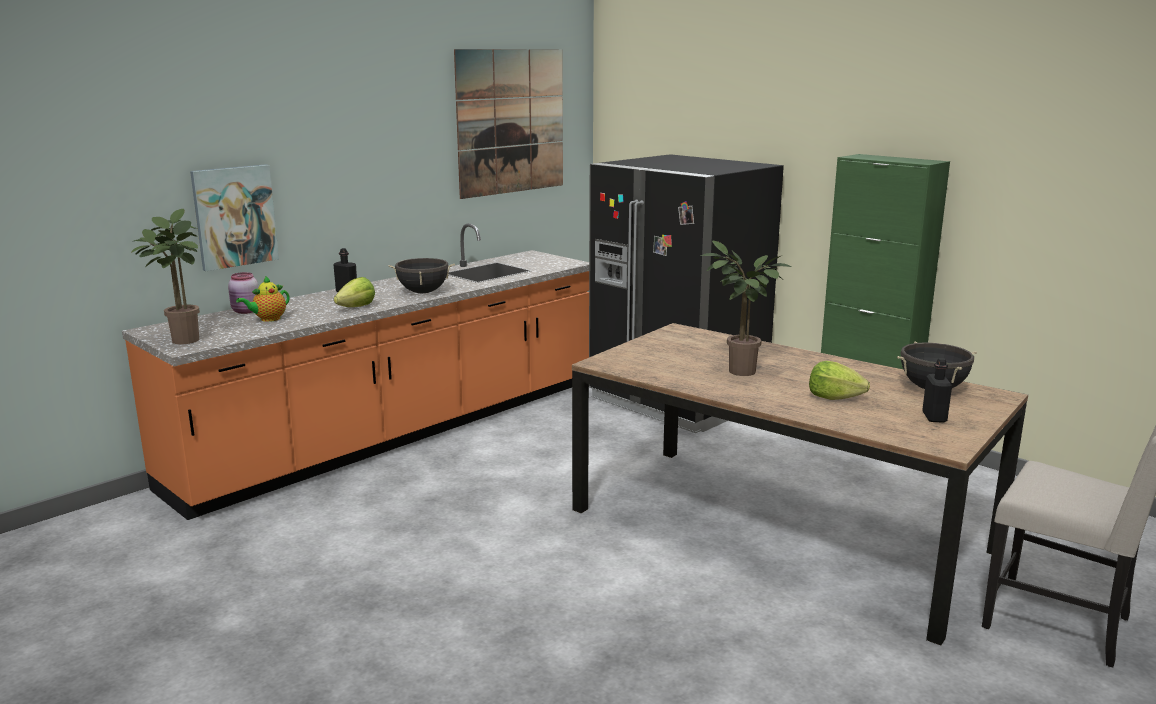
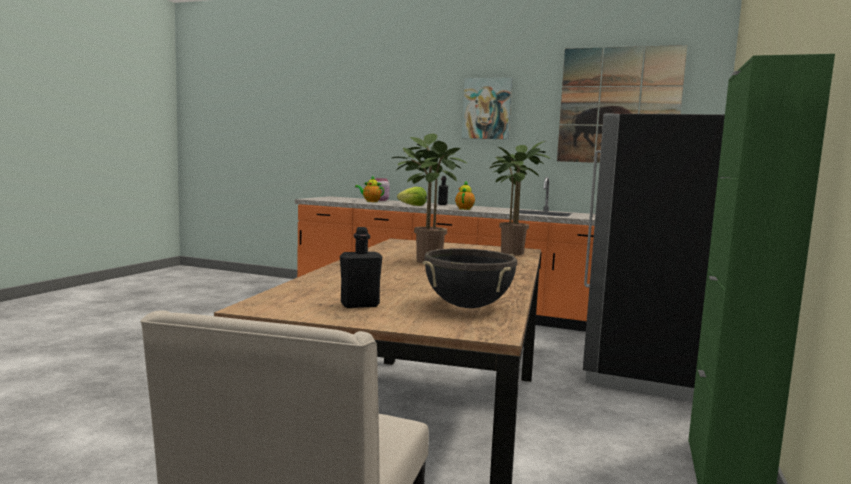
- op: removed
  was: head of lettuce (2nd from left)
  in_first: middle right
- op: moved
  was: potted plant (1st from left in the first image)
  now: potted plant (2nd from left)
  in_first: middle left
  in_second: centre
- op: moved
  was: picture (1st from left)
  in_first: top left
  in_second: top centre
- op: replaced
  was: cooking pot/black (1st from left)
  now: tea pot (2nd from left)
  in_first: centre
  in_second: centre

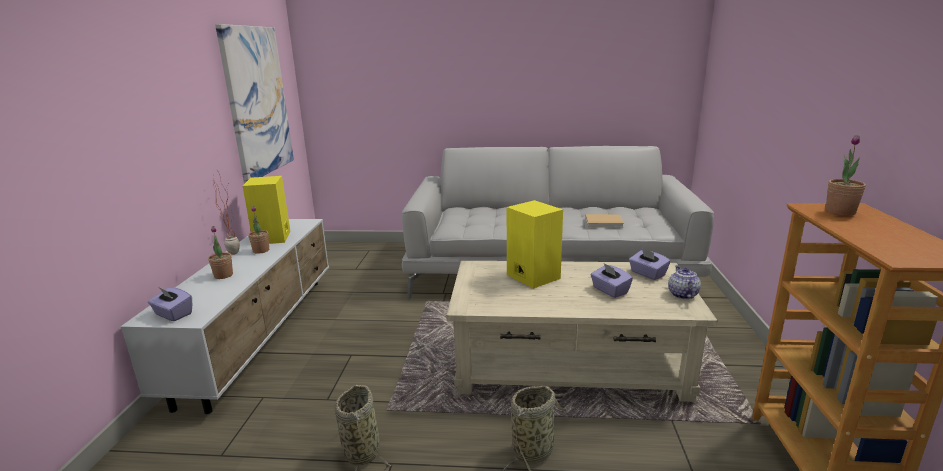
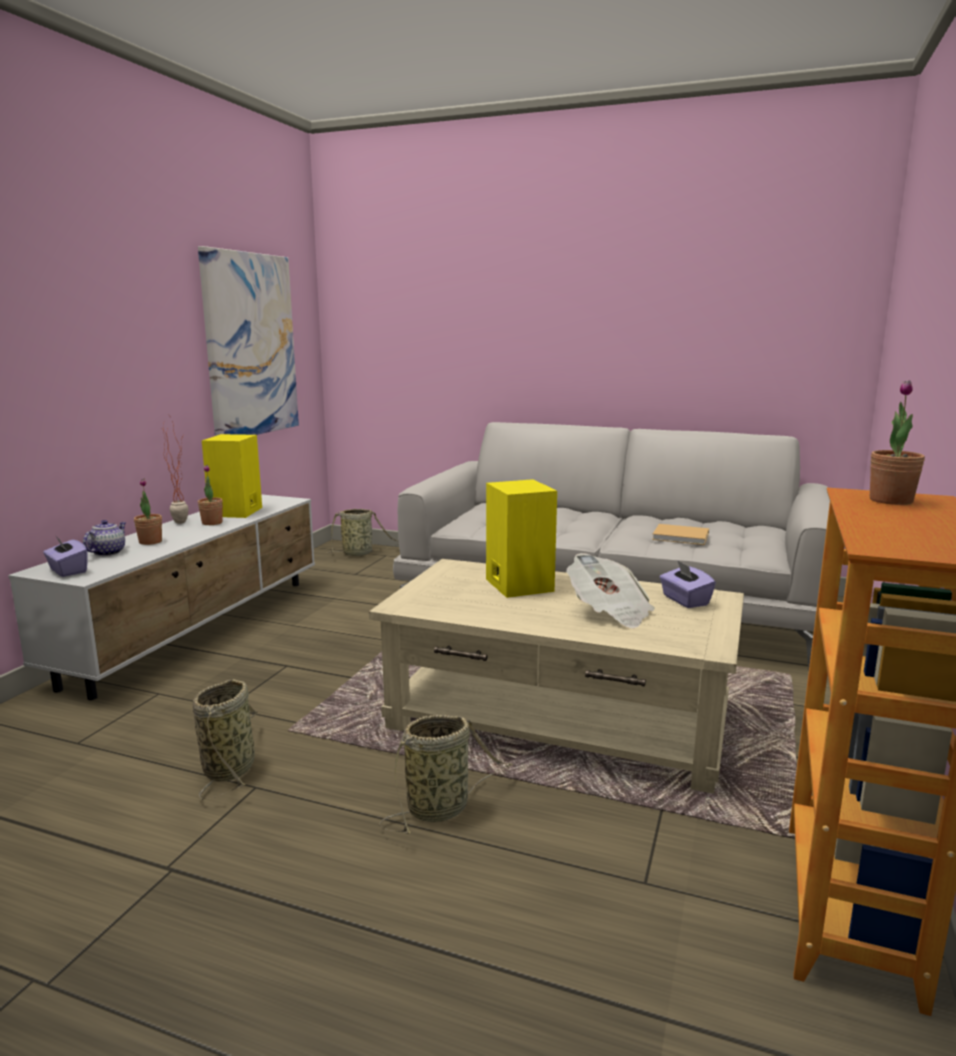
- op: added
  now: household basket (2nd from left)
  in_second: centre
- op: moved
  was: tea pot
  in_first: middle right
  in_second: middle left
- op: replaced
  was: tissue holder/purple (2nd from left)
  now: newspaper
  in_first: centre
  in_second: centre

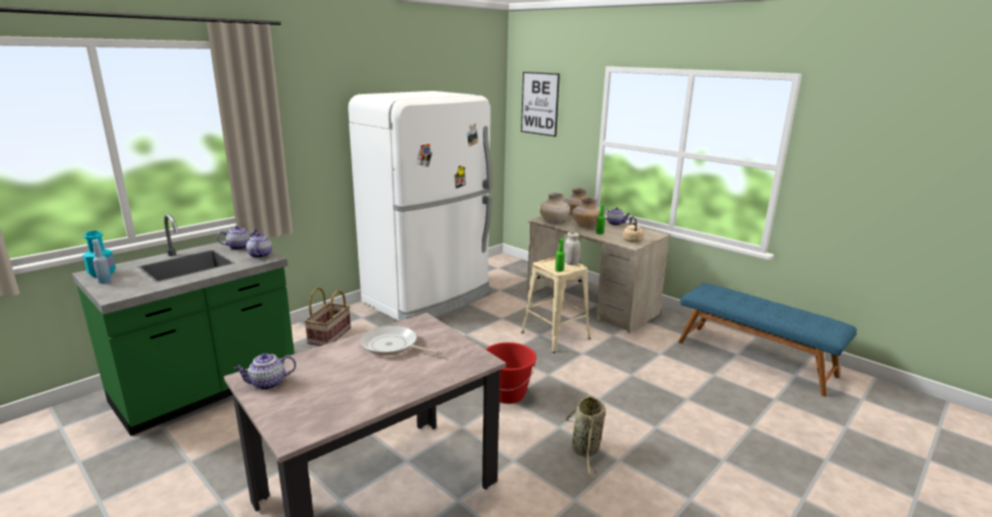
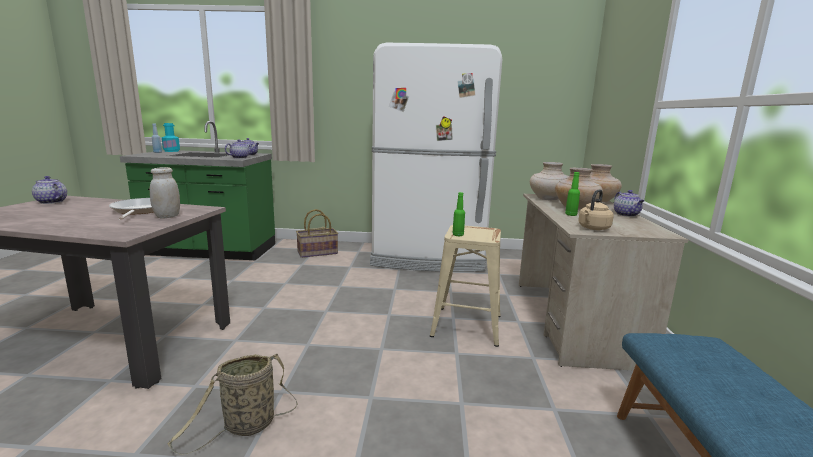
- op: removed
  was: bucket/reddish
  in_first: bottom centre
- op: removed
  was: picture
  in_first: top centre
- op: moved
  was: preserve jar/white
  in_first: centre
  in_second: middle left

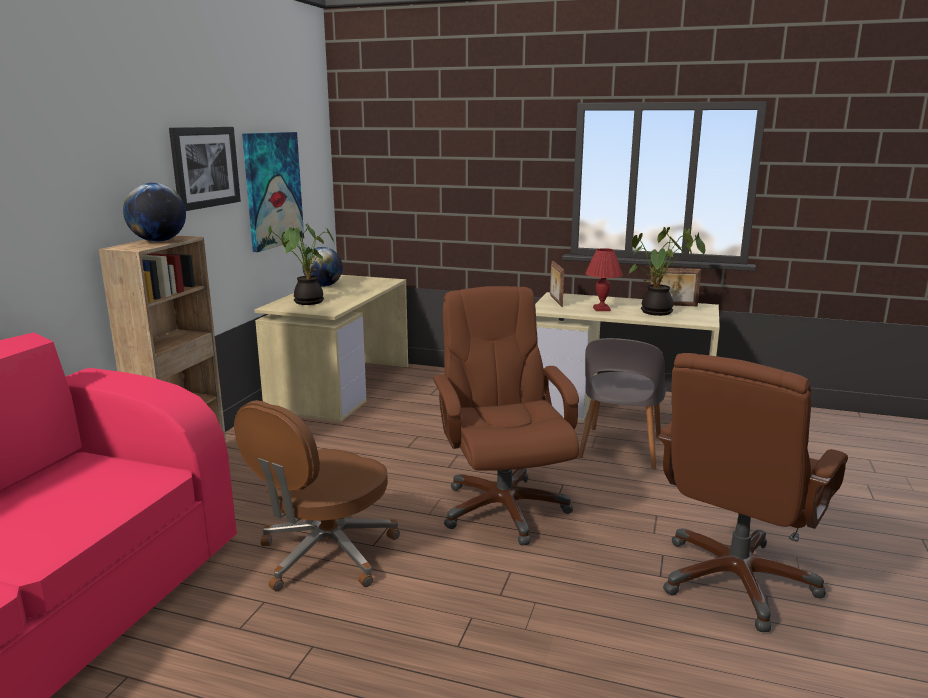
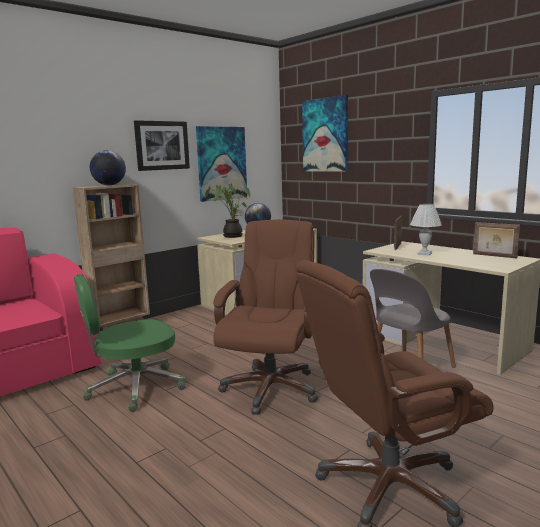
- op: removed
  was: potted plant (2nd from left)
  in_first: middle right
- op: added
  now: picture (3rd from left)
  in_second: top centre
- op: recoloured
  was: desk chair/brown (1st from left)
  now: desk chair/green-coloured
  in_first: bottom centre
  in_second: middle left
- op: recoloured
  was: lamp for a table/reddish
  now: lamp for a table/white
  in_first: centre
  in_second: middle right

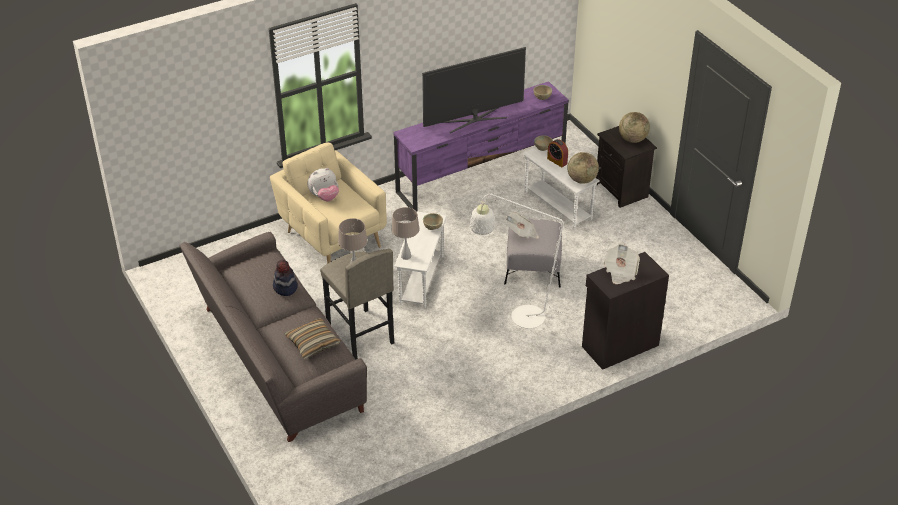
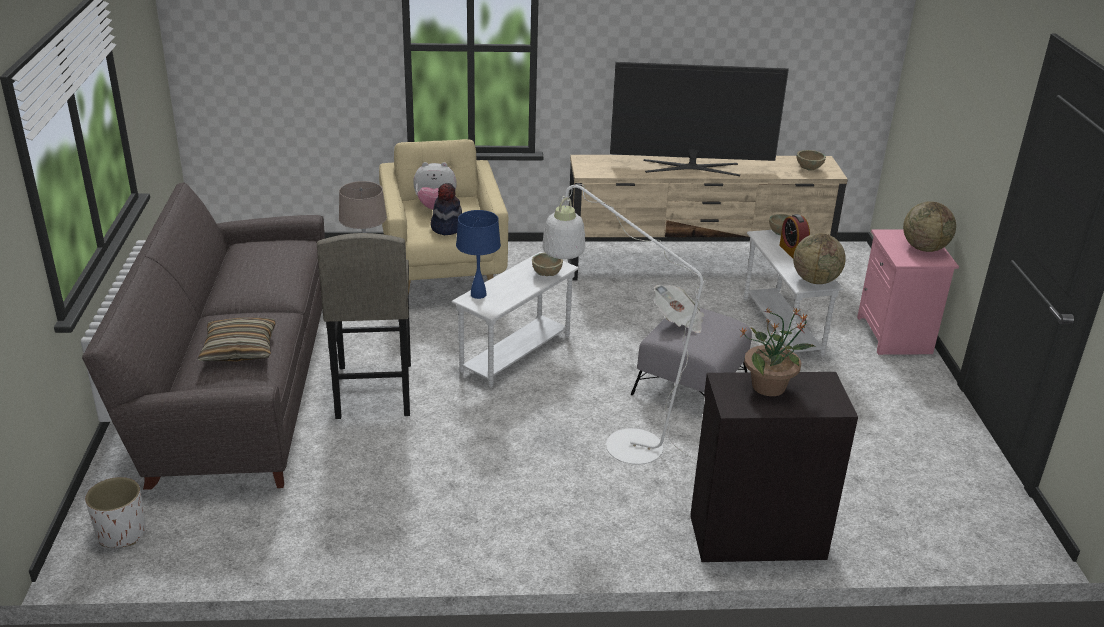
- op: added
  now: flower pot/white
  in_second: bottom left
- op: moved
  was: wearable hat
  in_first: middle left
  in_second: centre
- op: replaced
  was: newspaper (2nd from left)
  now: potted plant
  in_first: middle right
  in_second: middle right
- op: recoloured
  was: lamp for a table/sand-coloured (2nd from left)
  now: lamp for a table/blue-coloured
  in_first: centre
  in_second: centre
- op: recoloured
  was: tv unit/purple
  now: tv unit/sand-coloured
  in_first: top centre
  in_second: centre
- op: recoloured
  was: nightstand/black
  now: nightstand/pink-coloured
  in_first: top right
  in_second: middle right

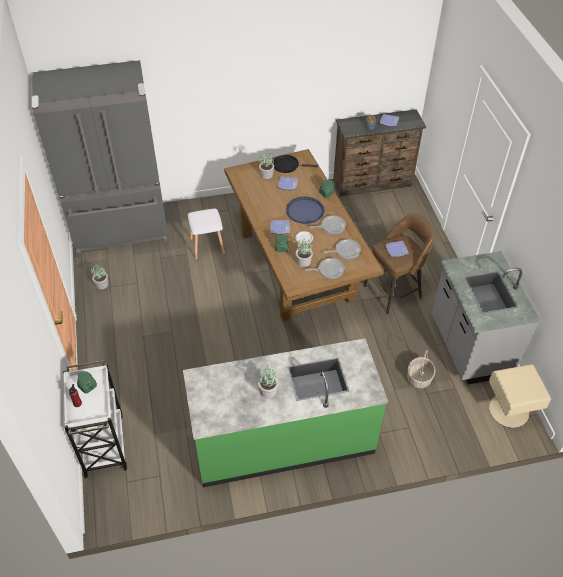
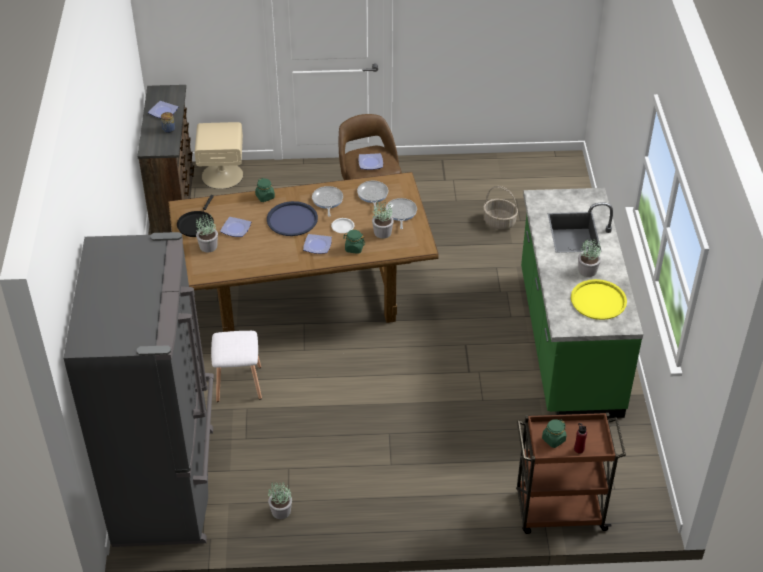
- op: removed
  was: kitchen counter/grey
  in_first: middle right
- op: added
  now: carrying tray/yellowish
  in_second: middle right
- op: moved
  was: nightstand/sand-coloured
  in_first: bottom right
  in_second: top left
- op: recoloured
  was: cart/white
  now: cart/brown
  in_first: bottom left
  in_second: bottom right

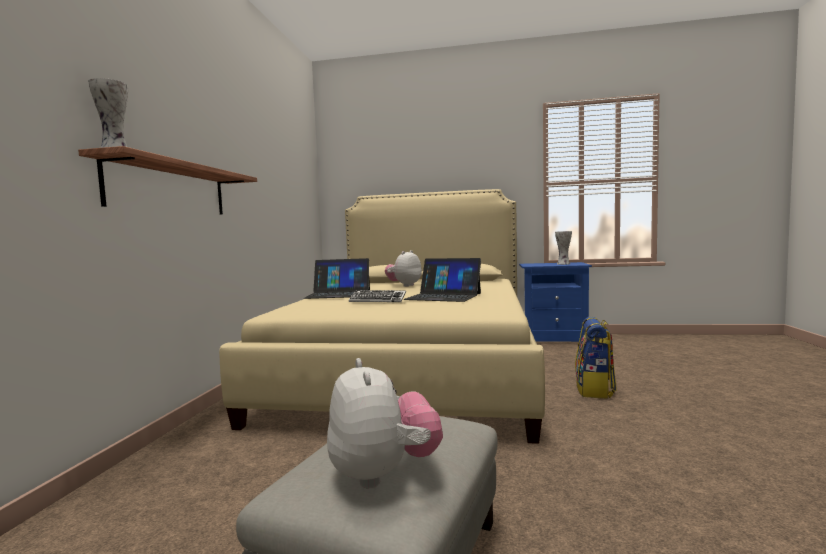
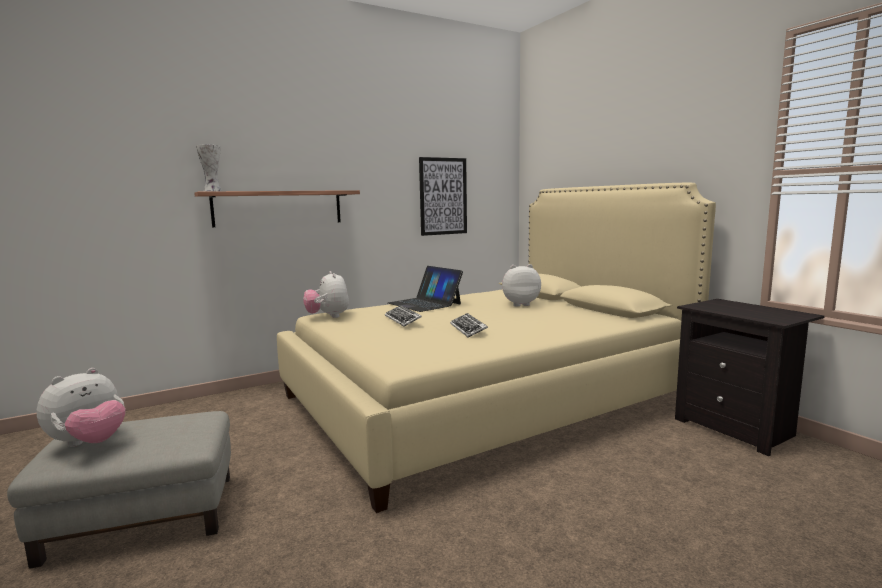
- op: removed
  was: decorative vase (2nd from left)
  in_first: middle right
- op: removed
  was: knapsack
  in_first: middle right
- op: added
  now: soft toy (2nd from left)
  in_second: centre
- op: added
  now: picture
  in_second: centre
- op: replaced
  was: notebook computer (2nd from left)
  now: computer keyboard (2nd from left)
  in_first: centre
  in_second: centre
- op: recoloured
  was: nightstand/blue-coloured
  now: nightstand/black
  in_first: middle right
  in_second: middle right

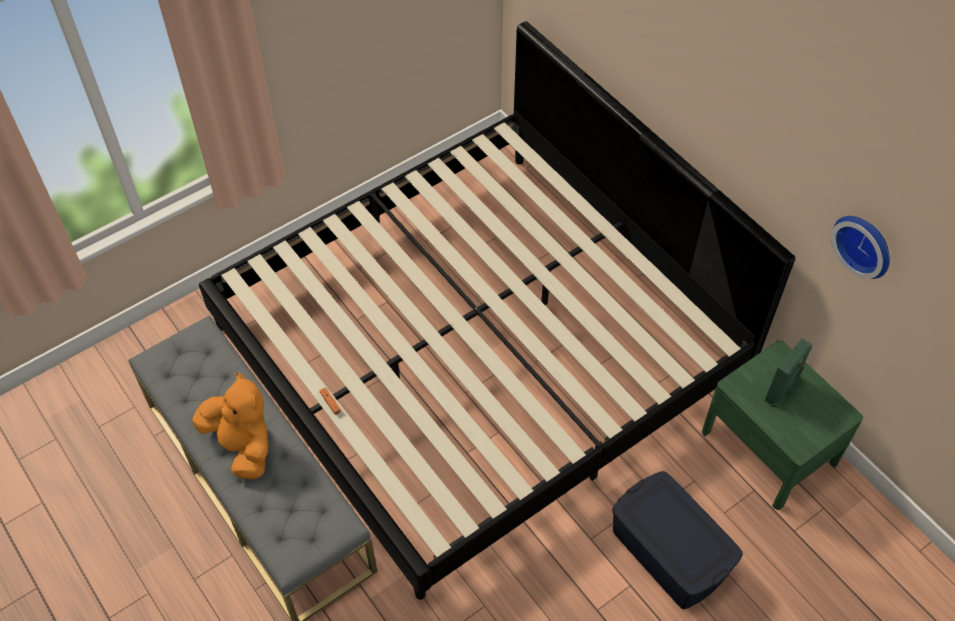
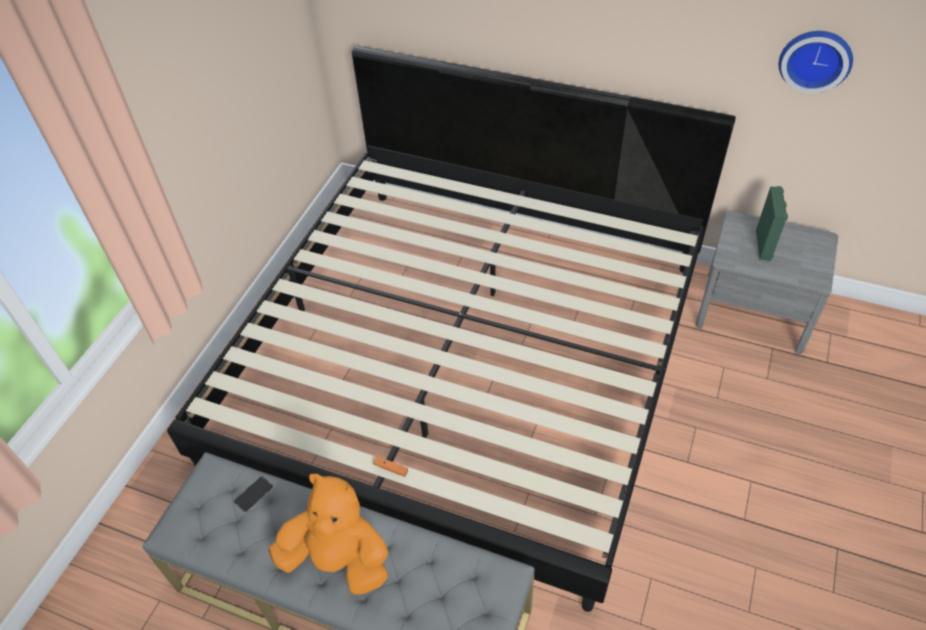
- op: removed
  was: storage box/blue-coloured
  in_first: bottom right
- op: added
  now: handset
  in_second: bottom left
- op: recoloured
  was: nightstand/green-coloured
  now: nightstand/grey
  in_first: bottom right
  in_second: middle right

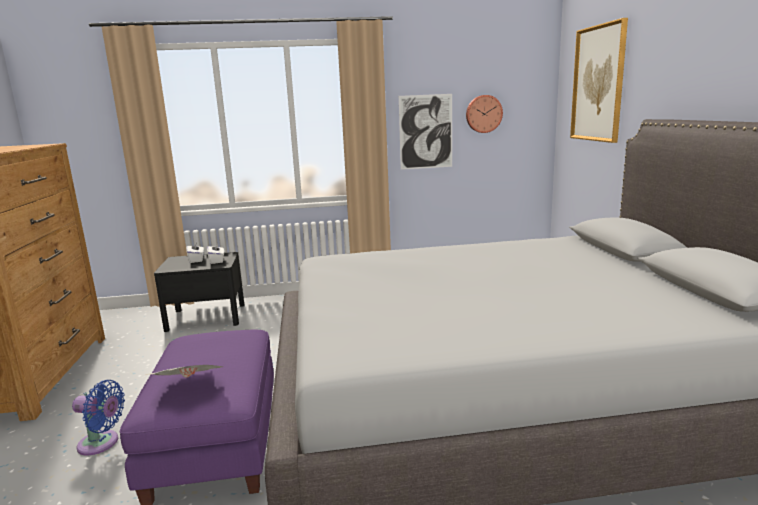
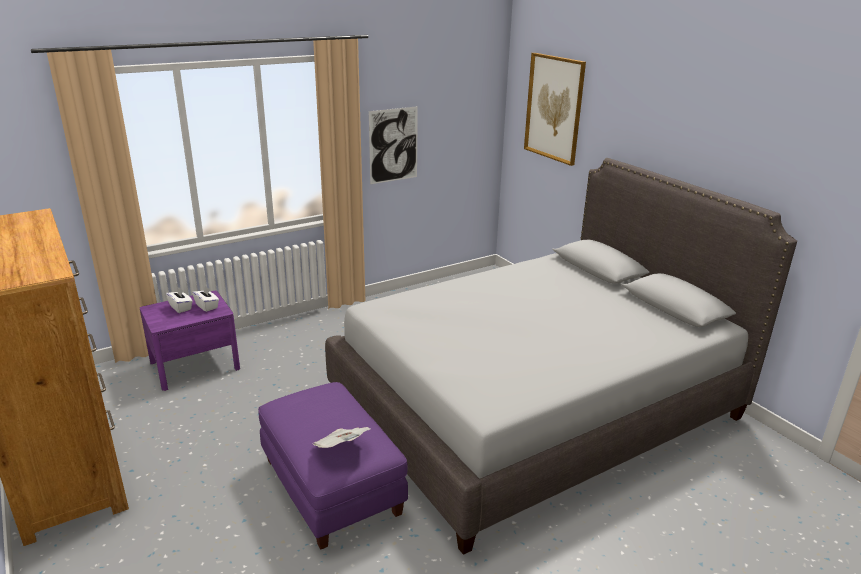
- op: removed
  was: fan/blue-coloured
  in_first: bottom left
- op: removed
  was: hanging clock
  in_first: top centre
- op: recoloured
  was: nightstand/black
  now: nightstand/purple
  in_first: middle left
  in_second: middle left

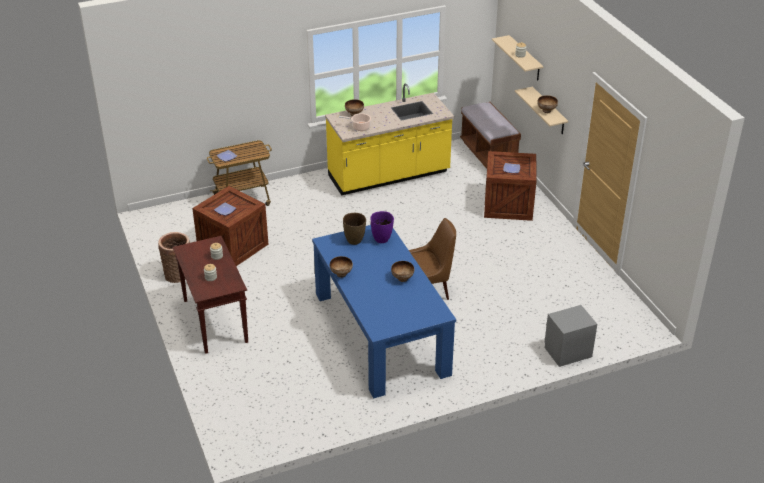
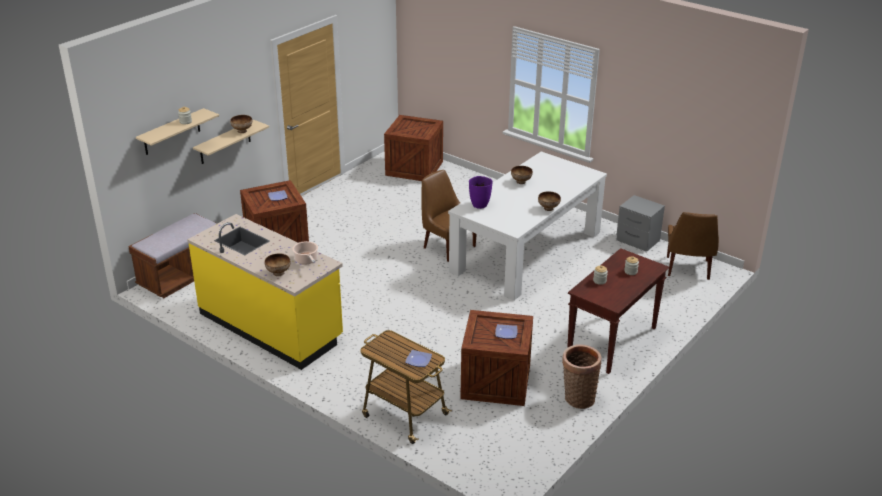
- op: removed
  was: decorative vase/brown
  in_first: centre
- op: added
  now: crate (2nd from left)
  in_second: top centre
- op: added
  now: plain chair/brown (2nd from left)
  in_second: middle right
- op: moved
  was: nightstand/grey
  in_first: bottom right
  in_second: middle right
- op: recoloured
  was: dining table/blue-coloured
  now: dining table/white
  in_first: centre
  in_second: centre

